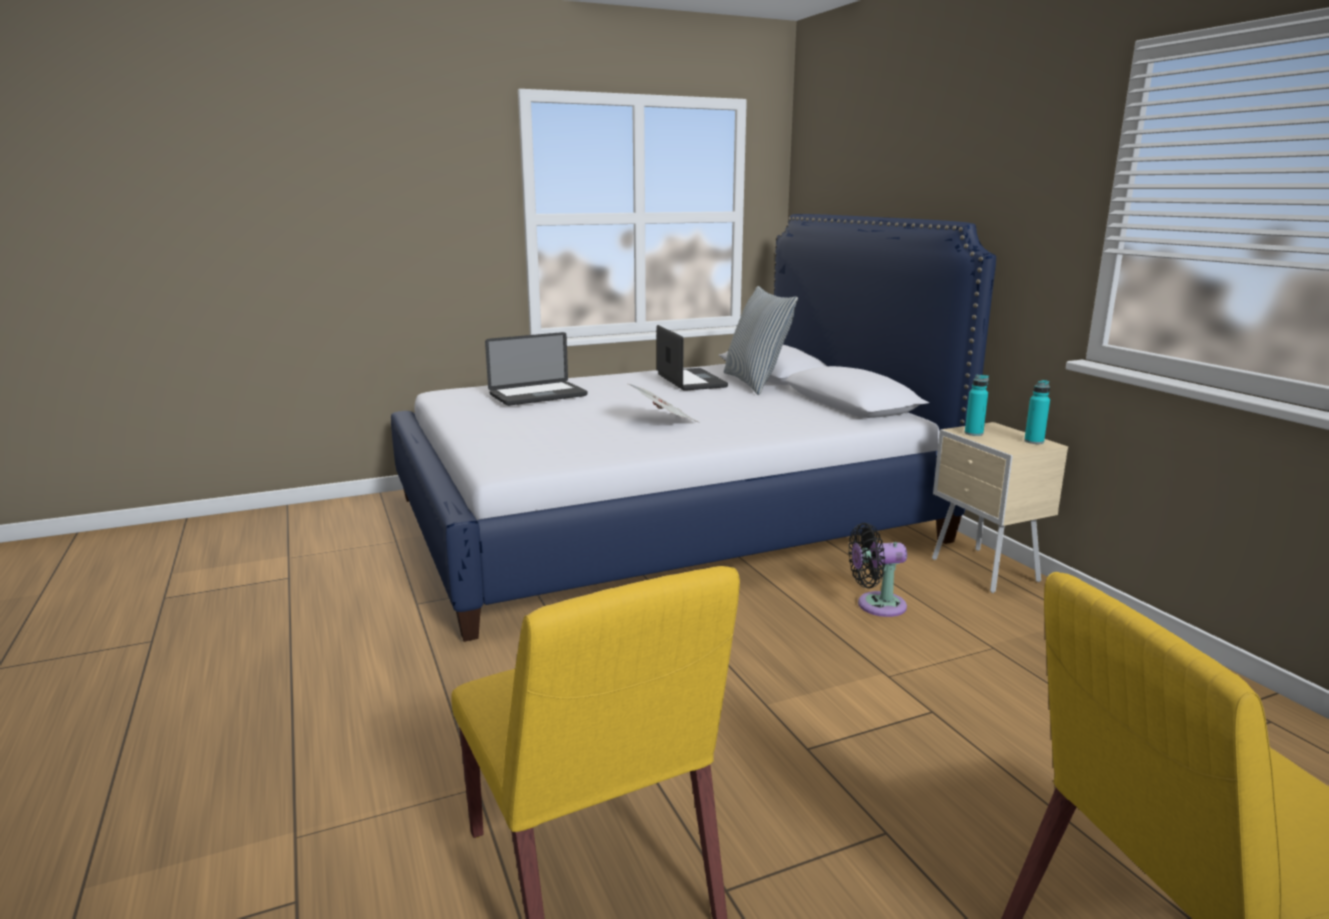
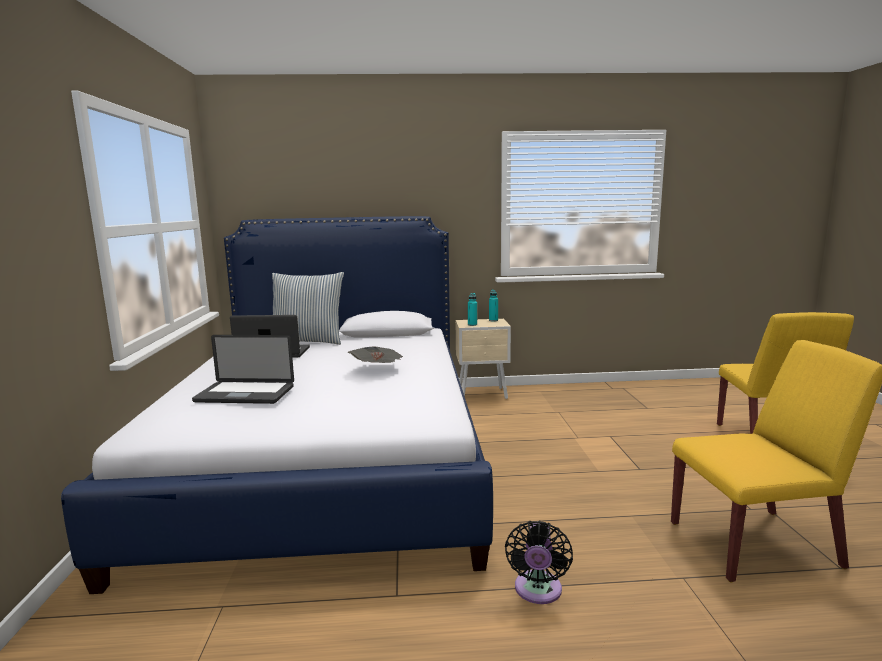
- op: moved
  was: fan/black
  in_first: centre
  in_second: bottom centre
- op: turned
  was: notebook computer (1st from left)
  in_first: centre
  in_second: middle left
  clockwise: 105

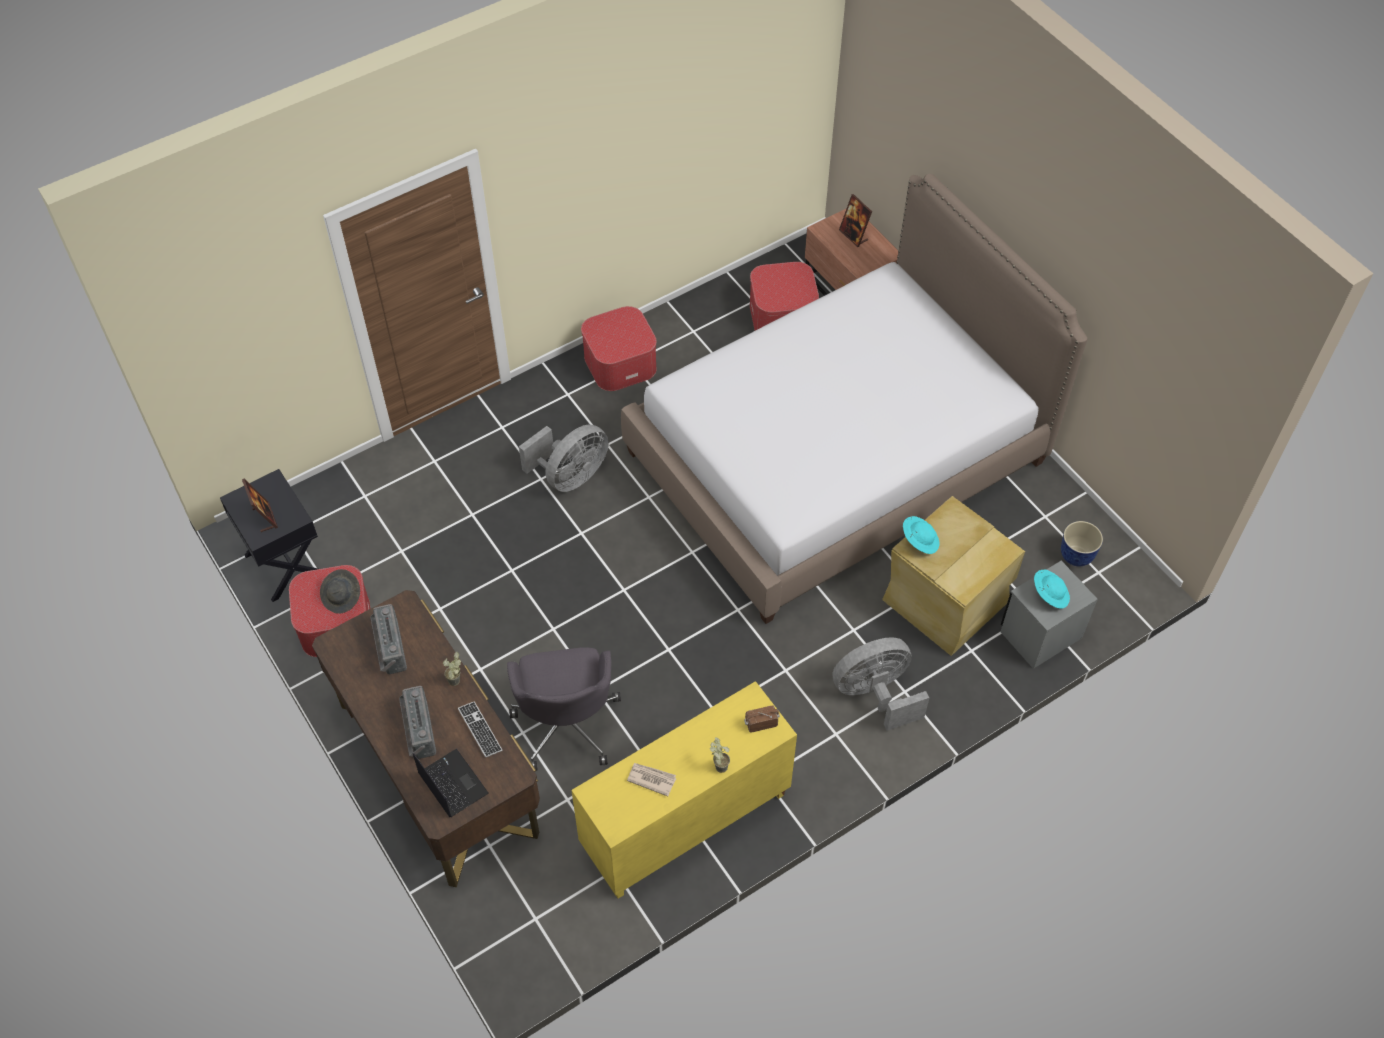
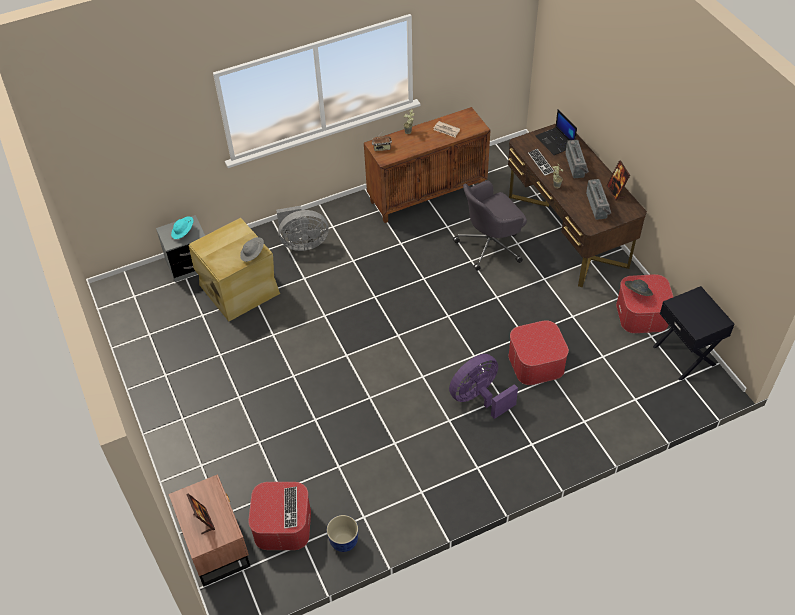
- op: removed
  was: bed
  in_first: centre
- op: added
  now: computer keyboard (1st from left)
  in_second: bottom centre
- op: moved
  was: photo frame (1st from left in the first image)
  now: photo frame (2nd from left)
  in_first: middle left
  in_second: top right
- op: moved
  was: pouffe (2nd from left)
  in_first: centre
  in_second: middle right
- op: moved
  was: flower pot
  in_first: middle right
  in_second: bottom centre
- op: recoloured
  was: fan/grey (1st from left)
  now: fan/purple
  in_first: centre
  in_second: centre
- op: recoloured
  was: cupboard/yellowish
  now: cupboard/brown
  in_first: bottom centre
  in_second: top centre
- op: recoloured
  was: wearable hat/turquoise-coloured (1st from left)
  now: wearable hat/grey (1st from left)
  in_first: centre
  in_second: middle left
- op: turned
  was: desk chair/grey
  in_first: bottom centre
  in_second: centre
  clockwise: -120

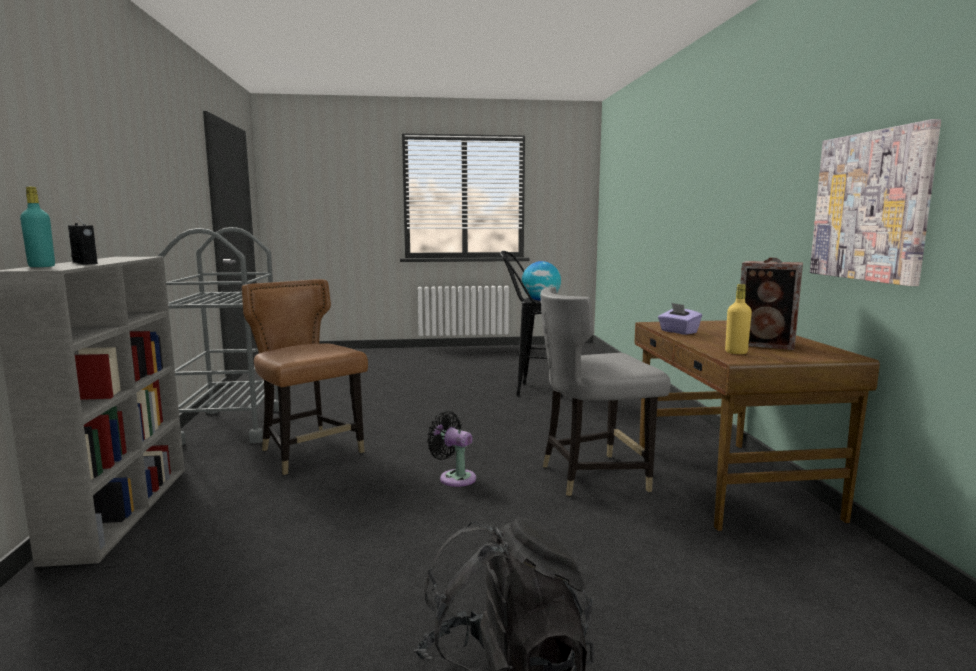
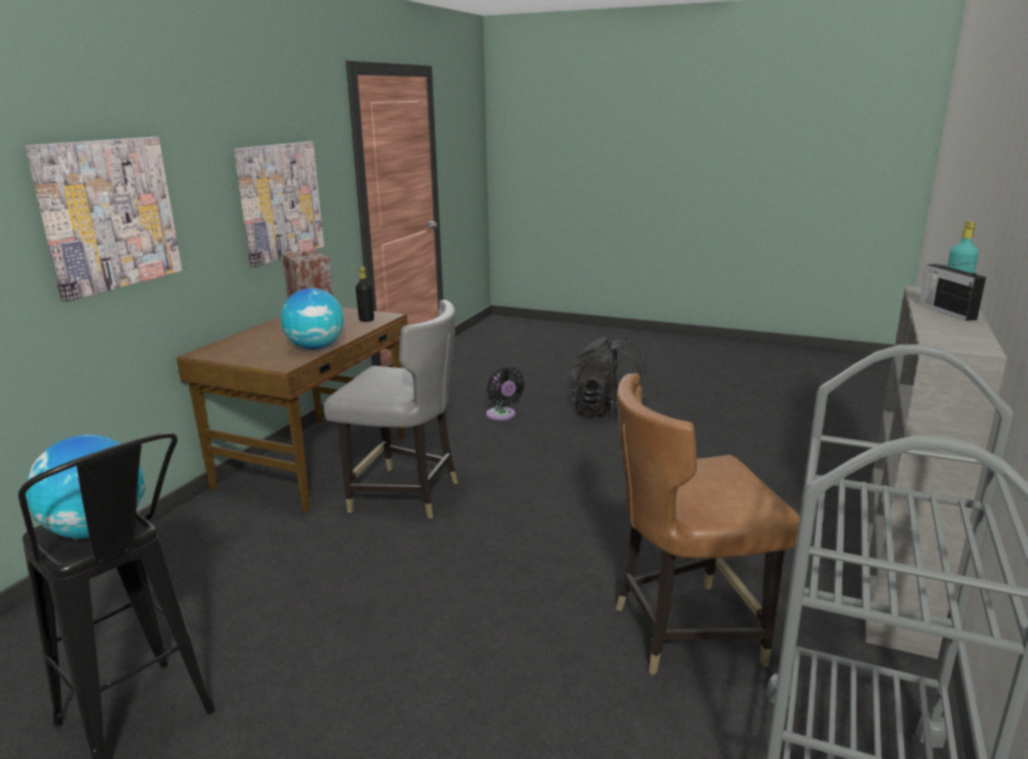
- op: added
  now: picture (1st from left)
  in_second: top left
- op: moved
  was: fan/black
  in_first: bottom centre
  in_second: centre
- op: replaced
  was: tissue holder/purple
  now: world globe (2nd from left)
  in_first: middle right
  in_second: middle left
- op: recoloured
  was: drink bottle/yellowish
  now: drink bottle/black
  in_first: middle right
  in_second: centre
- op: turned
  was: plain chair/brown
  in_first: middle left
  in_second: bottom right
  clockwise: 90

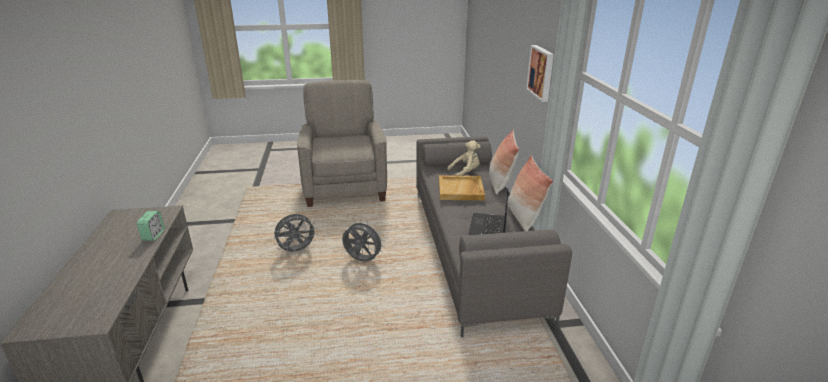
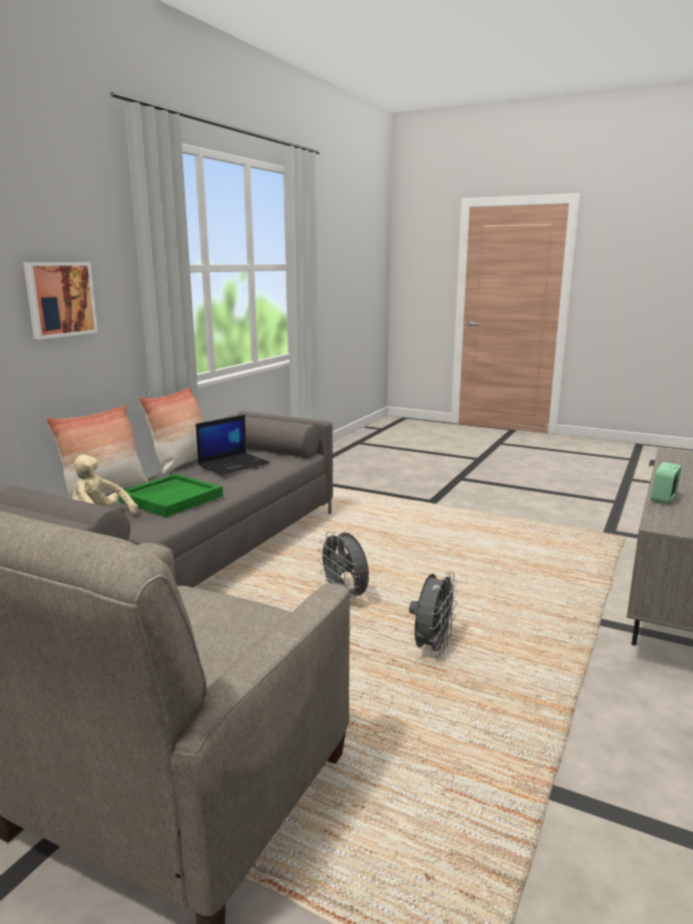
- op: recoloured
  was: carrying tray/sand-coloured
  now: carrying tray/green-coloured
  in_first: centre
  in_second: middle left
- op: turned
  was: fan/grey (1st from left in the first image)
  in_first: centre
  in_second: centre
  clockwise: 105

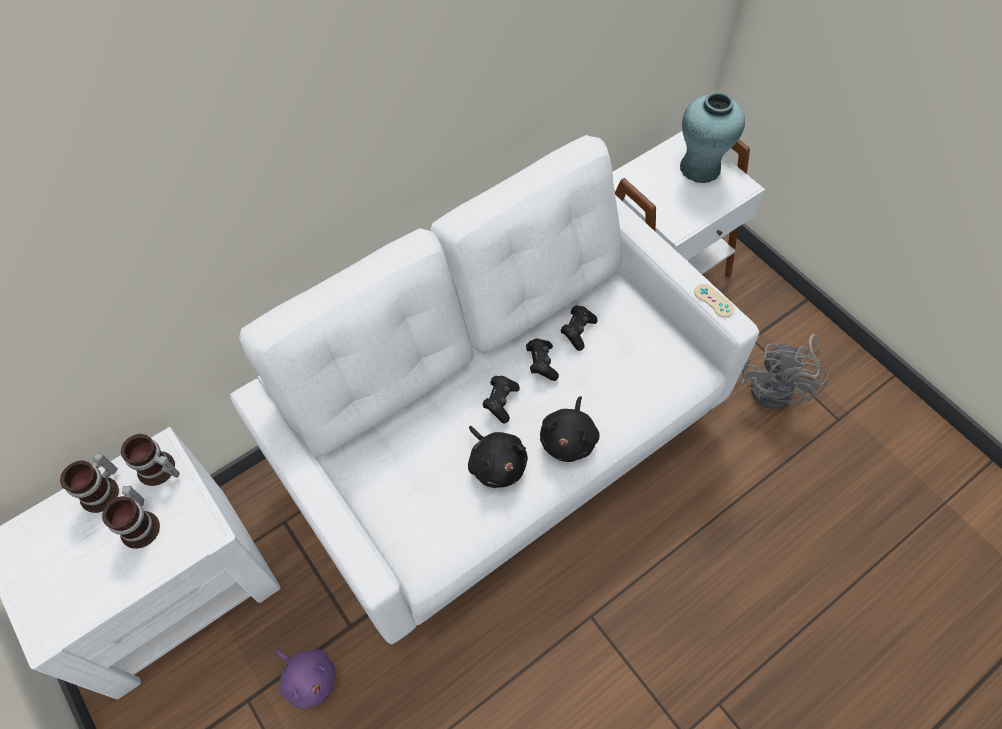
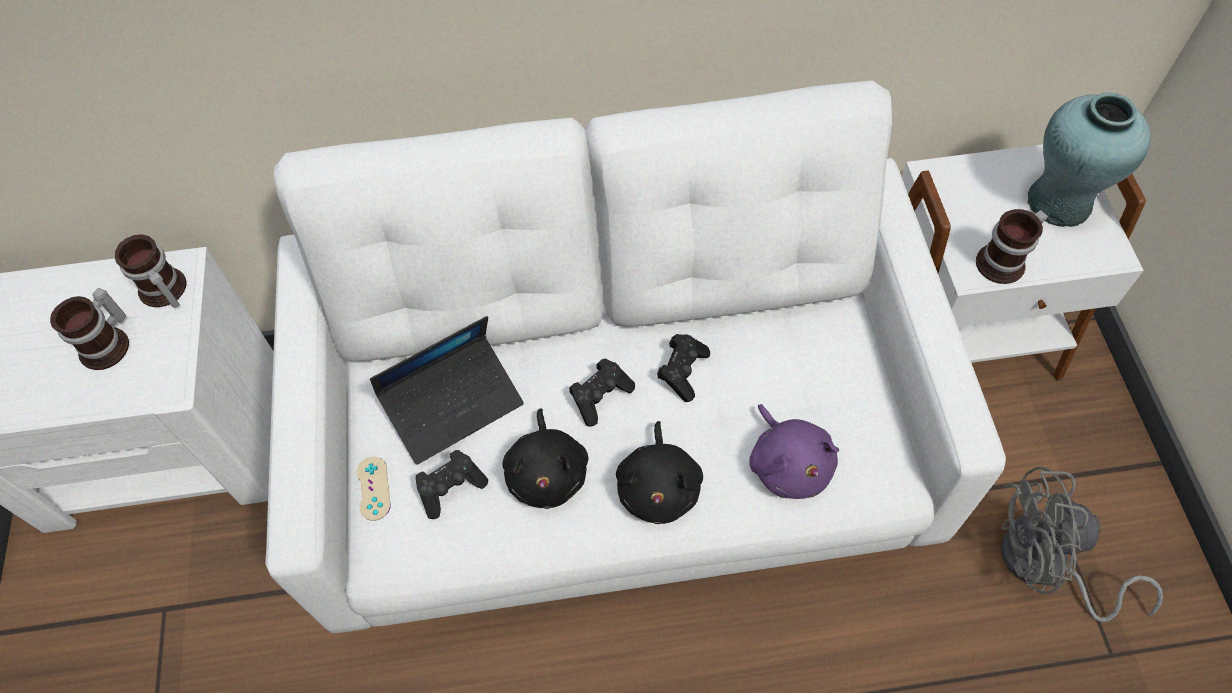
- op: added
  now: notebook computer
  in_second: centre
- op: moved
  was: mug (1st from left in the first image)
  now: mug (3rd from left)
  in_first: middle left
  in_second: middle right
- op: moved
  was: soft toy/purple
  in_first: bottom left
  in_second: centre
- op: moved
  was: game controller/black (3rd from left in the first image)
  now: game controller/black (1st from left)
  in_first: centre
  in_second: bottom centre
- op: moved
  was: game controller/sand-coloured
  in_first: middle right
  in_second: bottom left
- op: turned
  was: soft toy/black (2nd from left)
  in_first: centre
  in_second: bottom centre
  clockwise: -45
- op: turned
  was: fan/grey
  in_first: middle right
  in_second: bottom right
  clockwise: 45

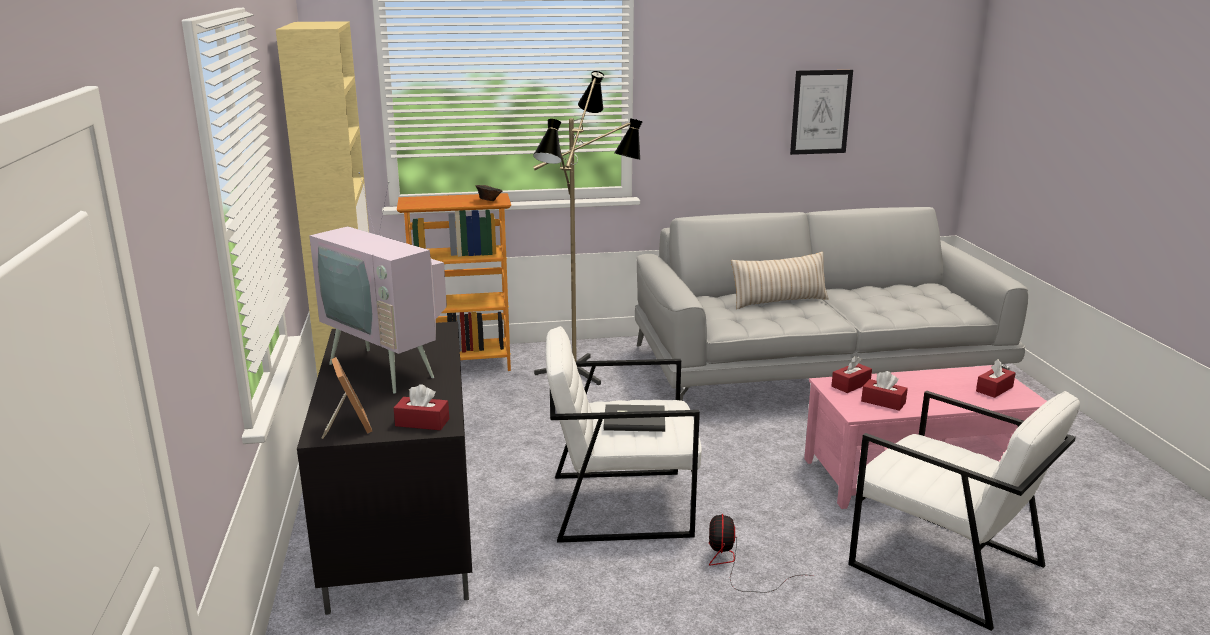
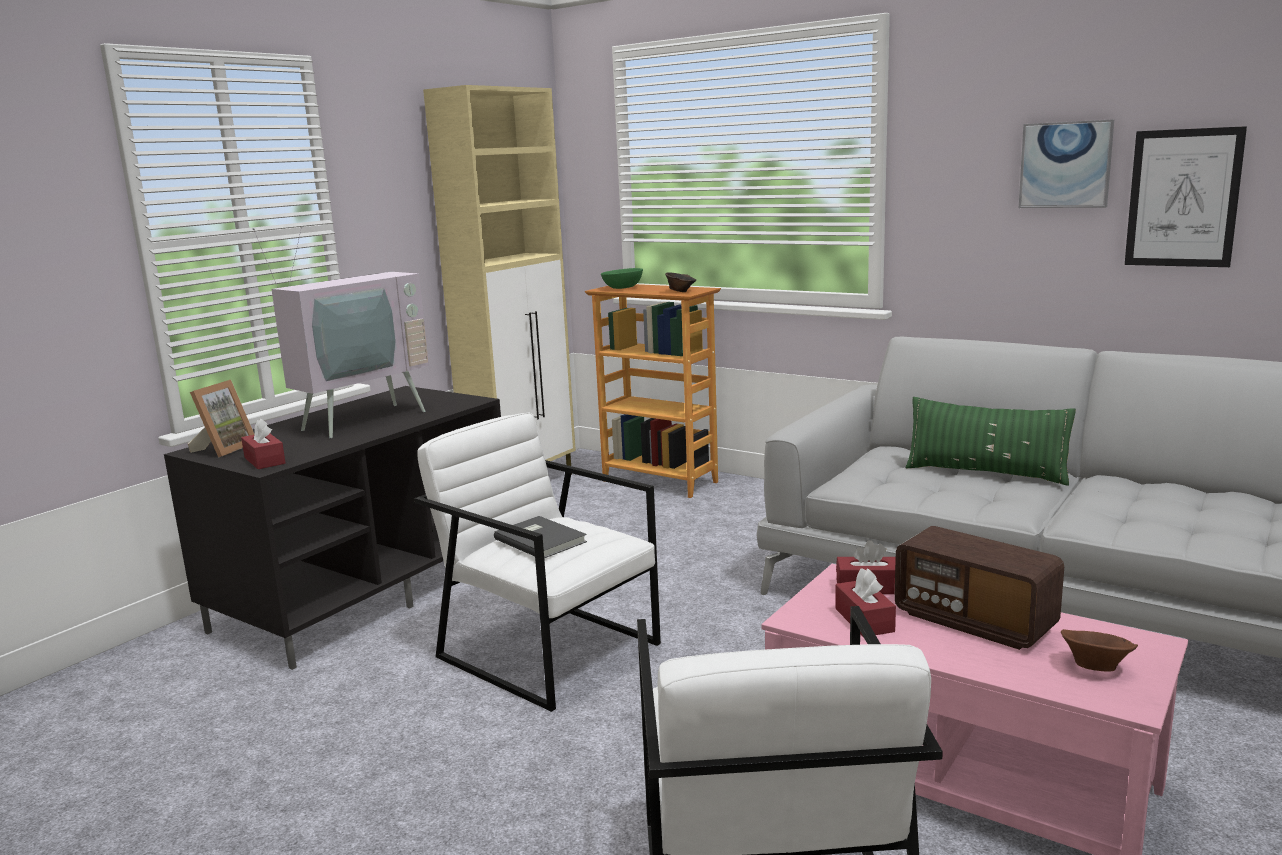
- op: removed
  was: standard lamp
  in_first: centre
- op: removed
  was: fan
  in_first: bottom centre
- op: added
  now: serving bowl/green-coloured
  in_second: top centre
- op: added
  now: radio receiver
  in_second: bottom right
- op: added
  now: picture (1st from left)
  in_second: top right
- op: replaced
  was: tissue holder/reddish (4th from left)
  now: serving bowl/brown (2nd from left)
  in_first: middle right
  in_second: bottom right
- op: recoloured
  was: throw pillow/sand-coloured
  now: throw pillow/green-coloured
  in_first: centre
  in_second: middle right
- op: turned
  was: TV set
  in_first: middle left
  in_second: middle left
  clockwise: -135

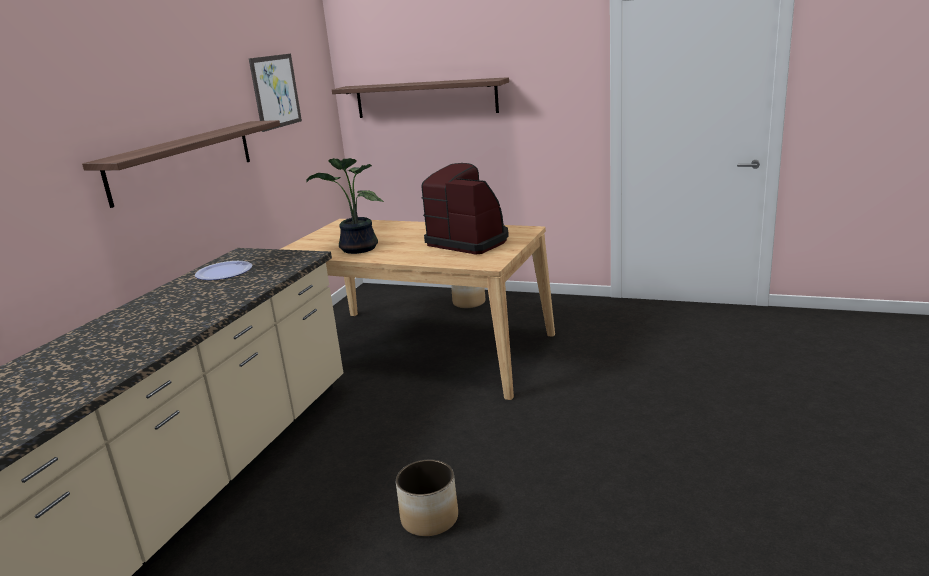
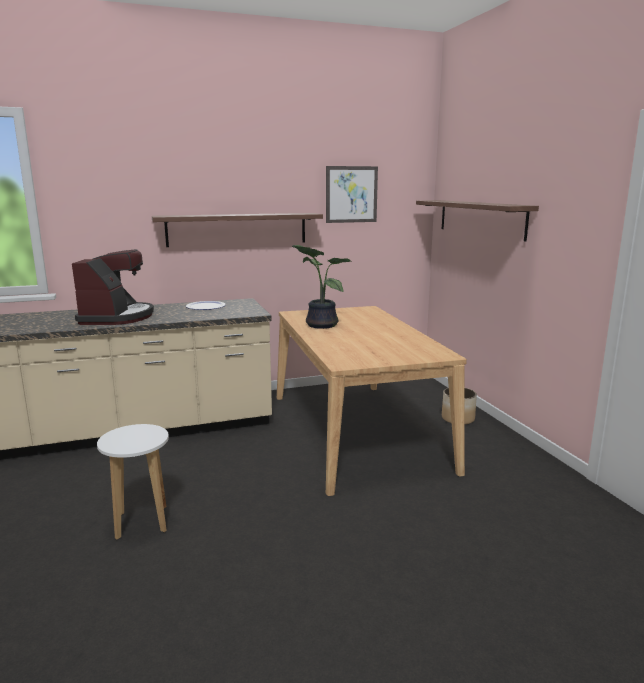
- op: moved
  was: coffee brewer
  in_first: centre
  in_second: middle left
- op: replaced
  was: flower pot (1st from left)
  now: stool/white
  in_first: bottom centre
  in_second: bottom left

